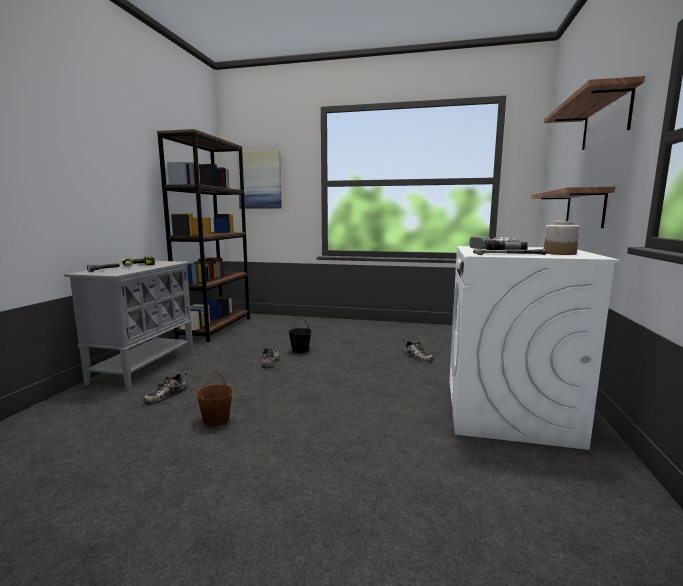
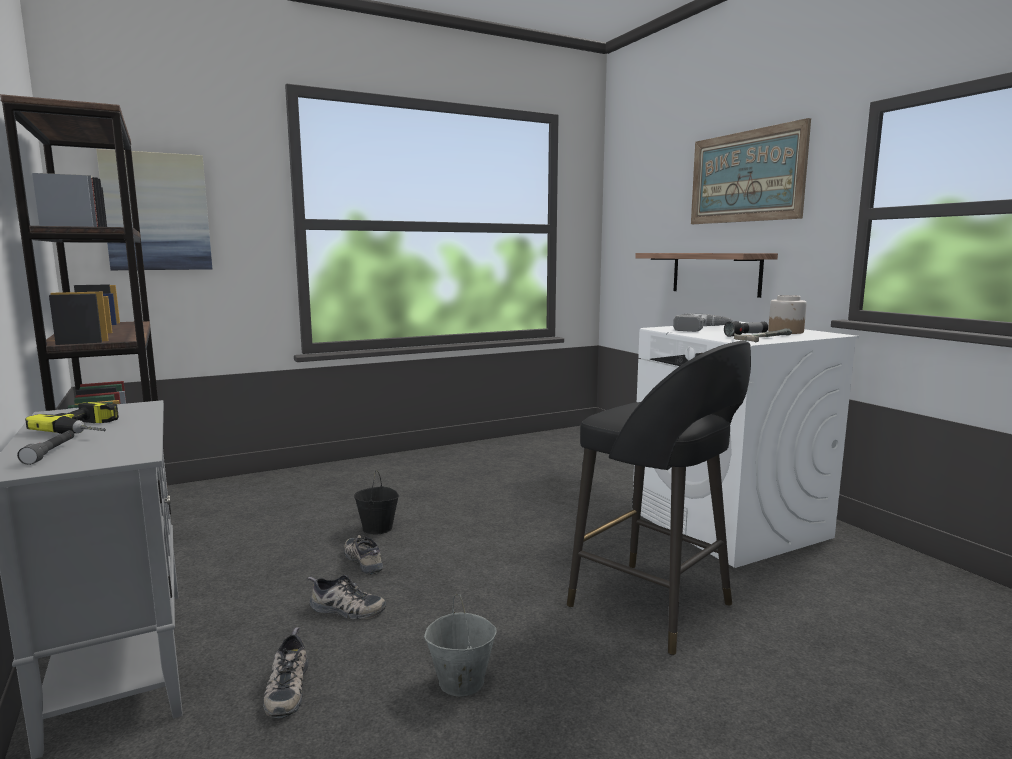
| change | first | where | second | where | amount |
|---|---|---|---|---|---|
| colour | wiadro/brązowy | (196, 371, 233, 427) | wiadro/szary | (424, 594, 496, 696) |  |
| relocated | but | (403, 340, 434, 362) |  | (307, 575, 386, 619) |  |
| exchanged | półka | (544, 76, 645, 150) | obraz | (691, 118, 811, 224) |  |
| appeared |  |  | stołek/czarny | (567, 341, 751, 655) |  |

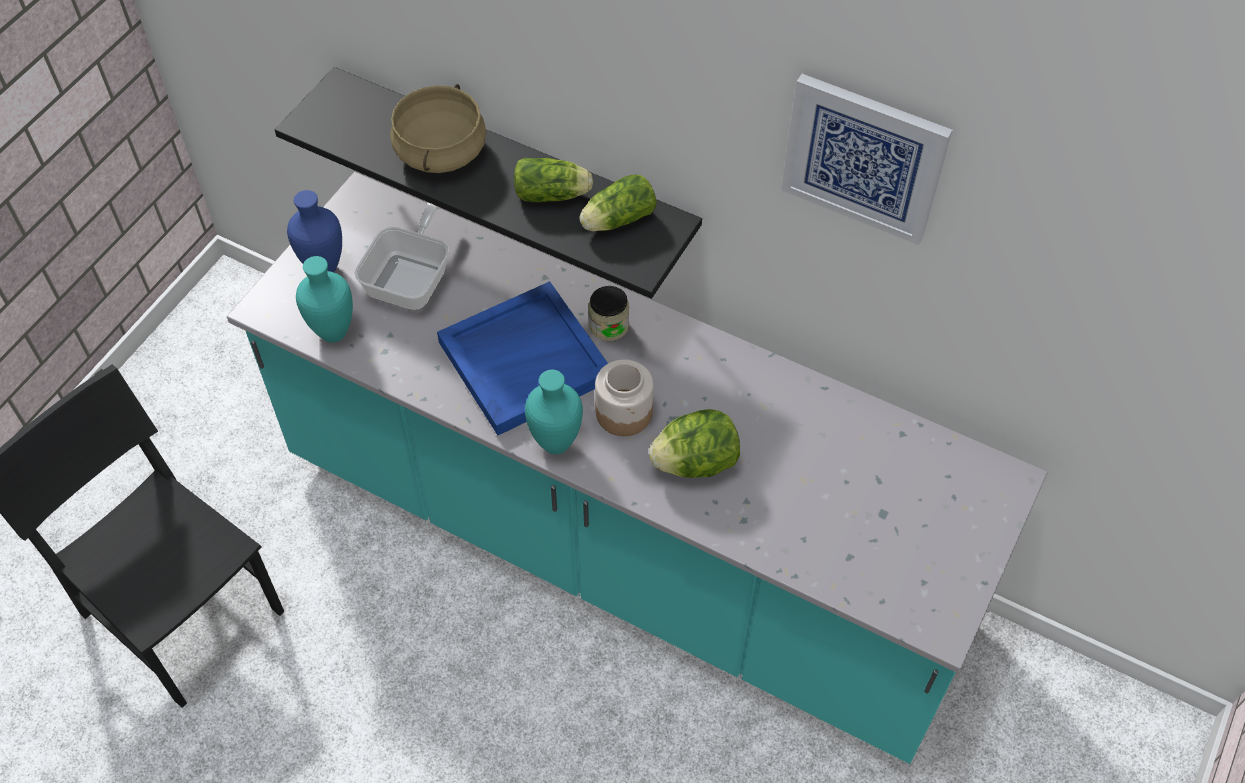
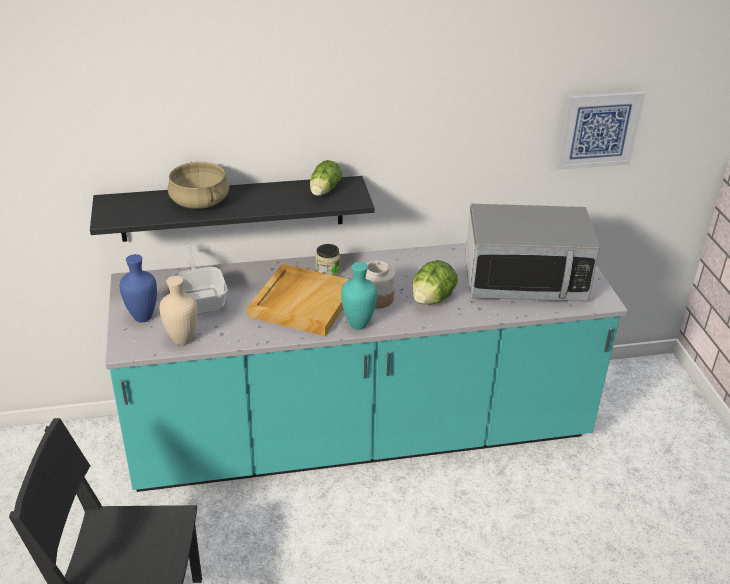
| change | first | where | second | where | amount |
|---|---|---|---|---|---|
| colour | wazon/turkusowy | (296, 256, 353, 343) | wazon/beżowy | (159, 276, 198, 345) |  |
| colour | taca/niebieski | (437, 281, 608, 435) | taca/beżowy | (247, 264, 350, 336) |  |
| missing | sałata | (514, 158, 593, 202) |  |  |  |
| relocated | obraz | (781, 74, 953, 245) |  | (556, 91, 645, 170) |  |
| appeared |  |  | mikrofalówka | (465, 204, 600, 302) |  |

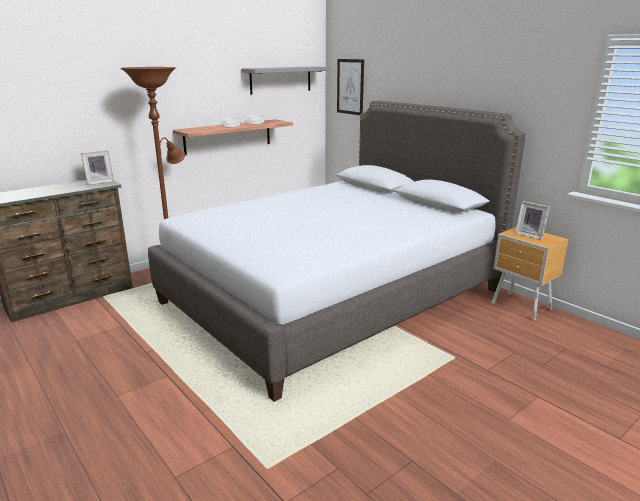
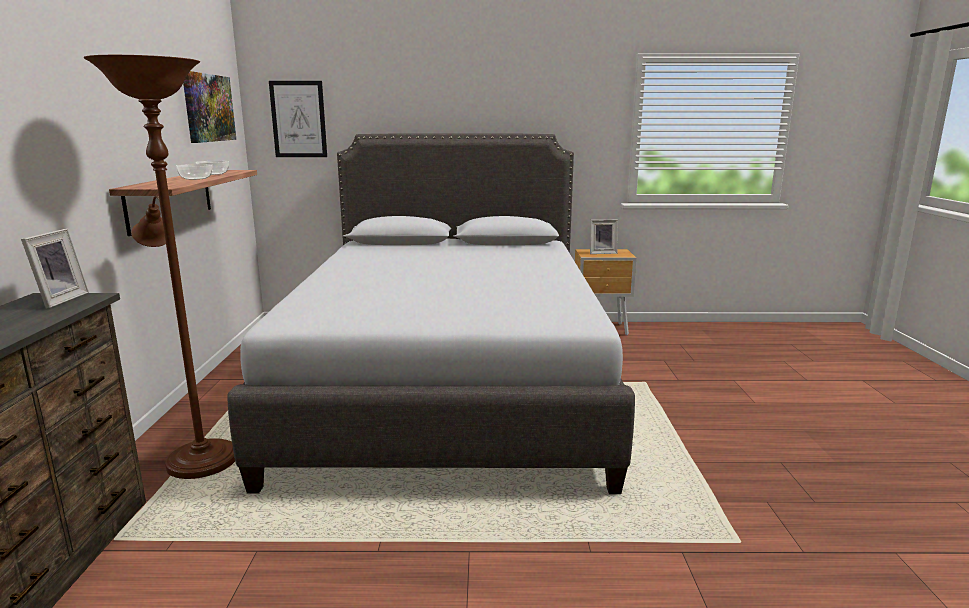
| change | first | where | second | where | amount |
|---|---|---|---|---|---|
| exchanged | półka/szary | (241, 66, 331, 94) | obraz | (183, 71, 237, 143) |  |

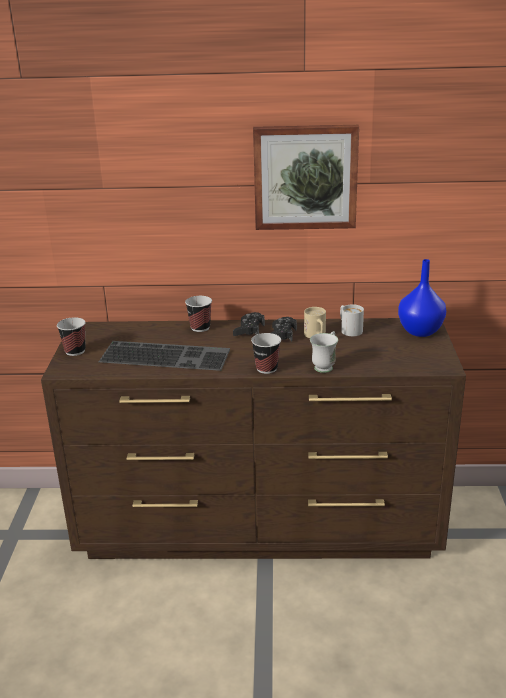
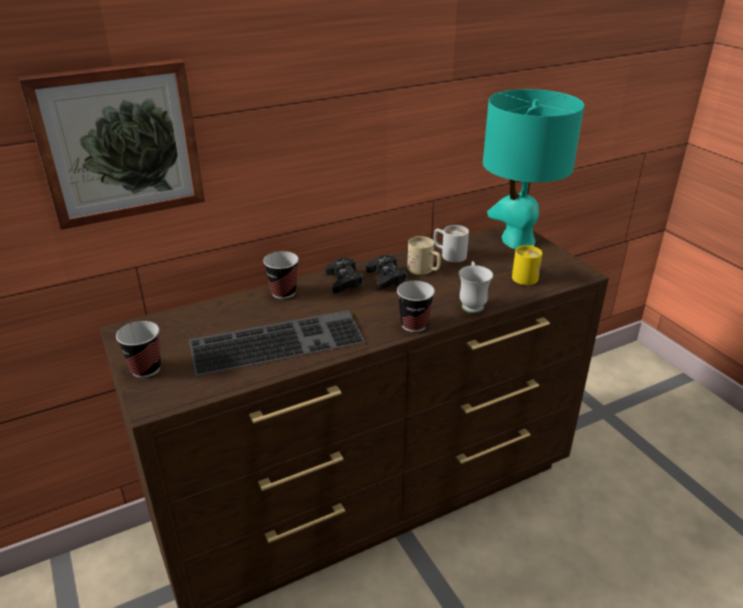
| change | first | where | second | where | amount |
|---|---|---|---|---|---|
| relocated | obraz | (253, 125, 359, 230) |  | (18, 59, 205, 230) |  |
| exchanged | wazon/niebieski | (398, 259, 446, 337) | lampa stołowa/turkusowy | (483, 89, 584, 249) |  |
| appeared |  |  | kubek/żółty | (512, 245, 542, 285) |  |

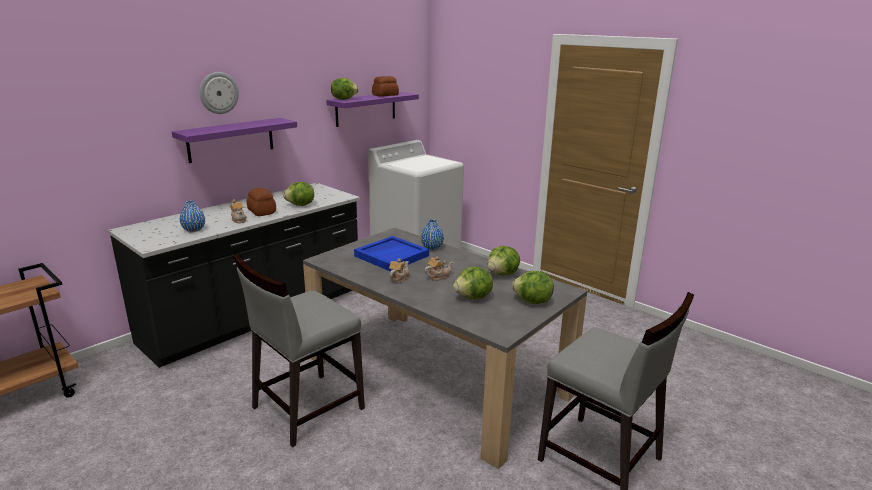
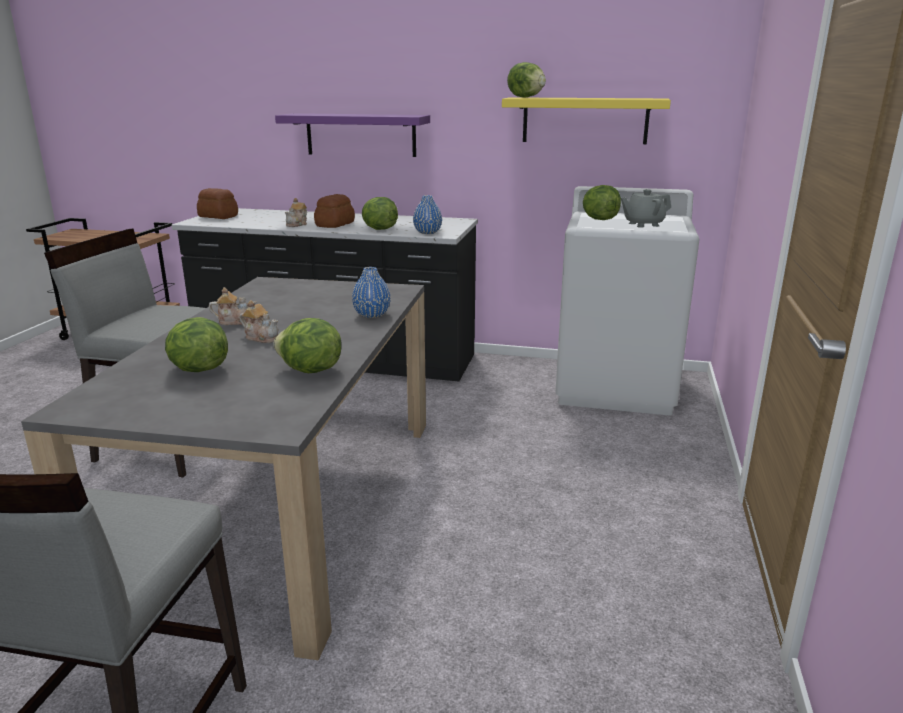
| change | first | where | second | where | amount |
|---|---|---|---|---|---|
| relocated | wazon/niebieski | (180, 200, 205, 232) |  | (413, 195, 442, 234) |  |
| missing | zegar ścienny | (199, 72, 239, 114) |  |  |  |
| colour | półka/fioletowy | (326, 92, 419, 127) | półka/żółty | (502, 97, 671, 144) |  |
| missing | taca/niebieski | (354, 236, 429, 271) |  |  |  |
| relocated | chleb | (372, 76, 399, 97) |  | (197, 188, 238, 219) |  |
| relocated | sałata | (512, 271, 554, 304) |  | (583, 185, 621, 220) |  |
| appeared |  |  | imbryk/szary | (621, 189, 671, 228) |  |

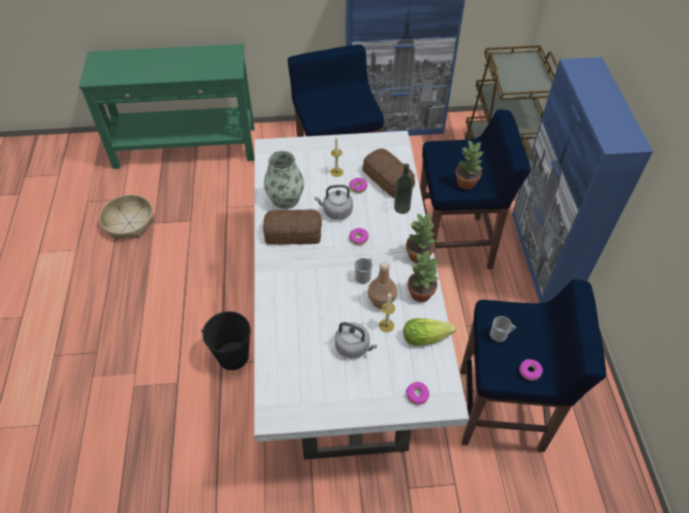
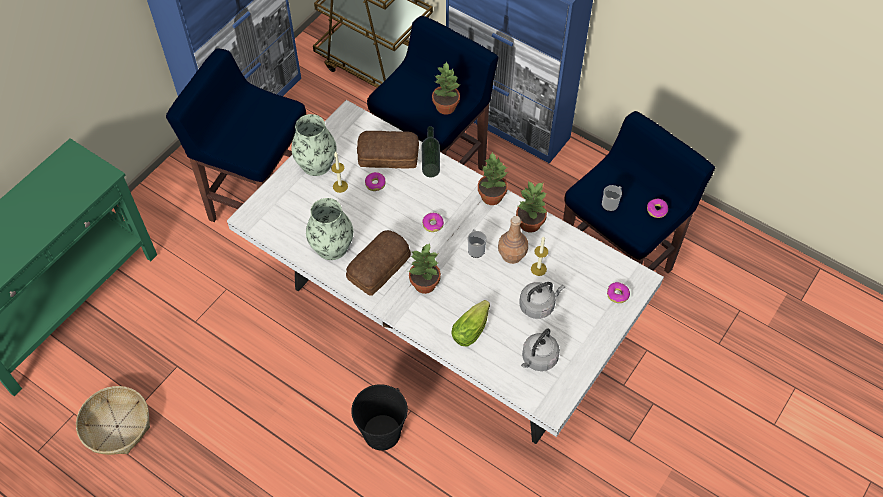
| change | first | where | second | where | amount |
|---|---|---|---|---|---|
| relocated | czajnik/szary | (314, 185, 353, 220) |  | (521, 329, 560, 371) |  |
| relocated | sałata | (403, 318, 456, 346) |  | (451, 300, 490, 347) |  |
| appeared |  |  | wazon | (291, 114, 336, 176) |  |
| appeared |  |  | roślina doniczkowa | (408, 243, 441, 294) |  |

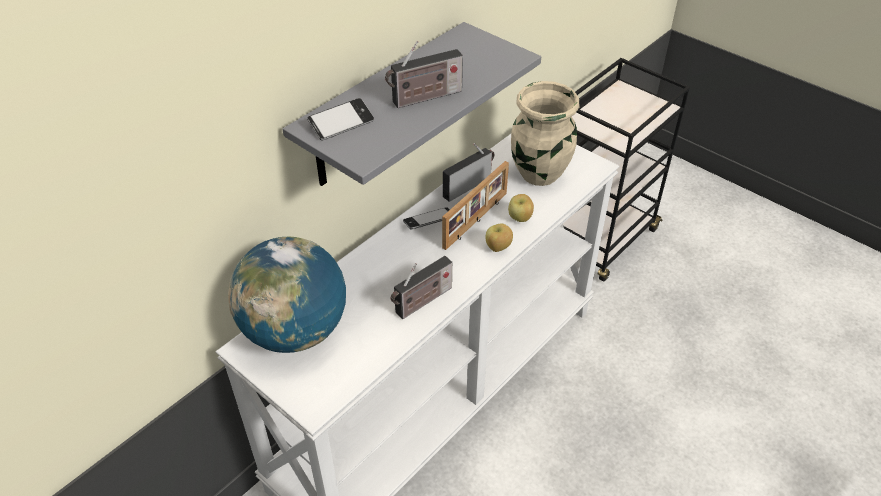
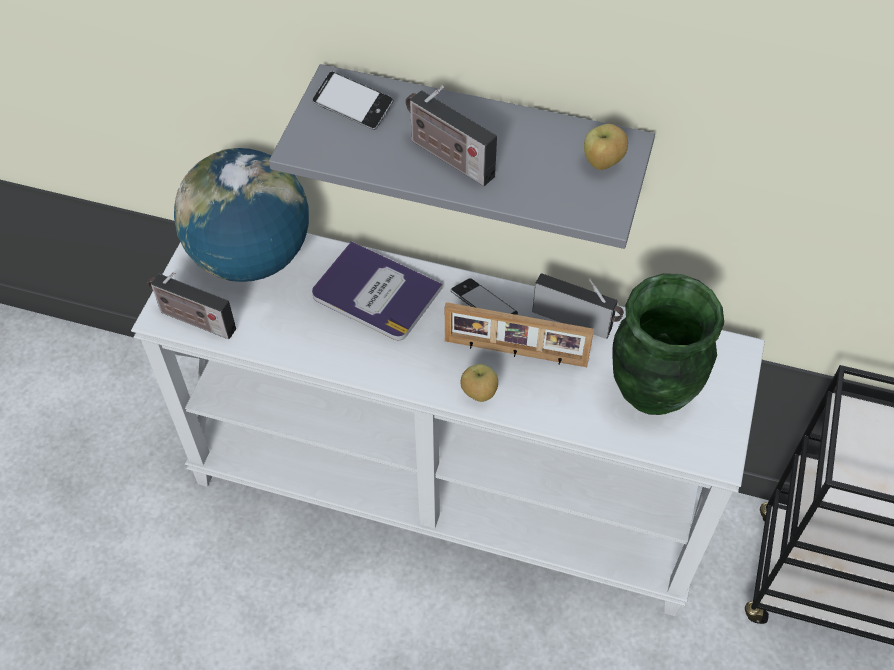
| change | first | where | second | where | amount |
|---|---|---|---|---|---|
| relocated | radio | (390, 256, 452, 319) |  | (147, 271, 236, 339) |  |
| relocated | jabłko | (508, 194, 534, 222) |  | (584, 124, 628, 170) |  |
| colour | wazon/beżowy | (511, 81, 579, 186) | wazon/zielony | (612, 273, 724, 415) |  |
| appeared |  |  | książka | (312, 241, 443, 340) |  |

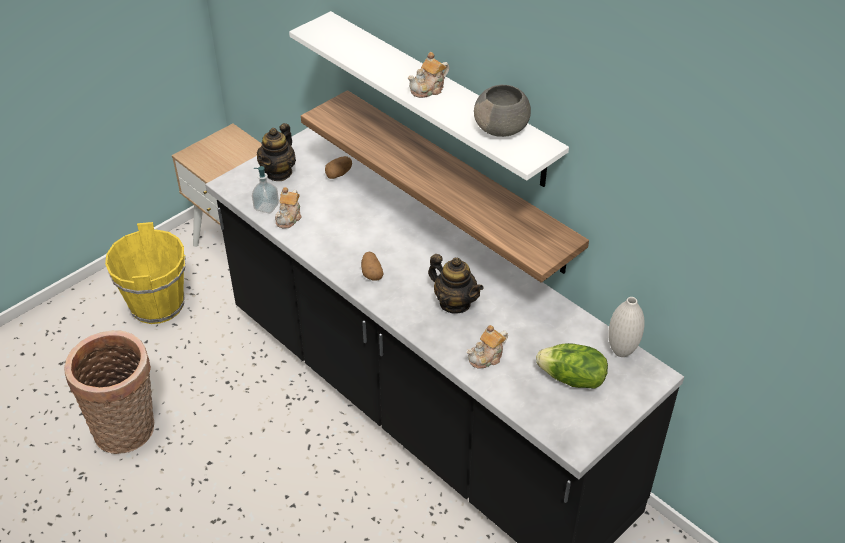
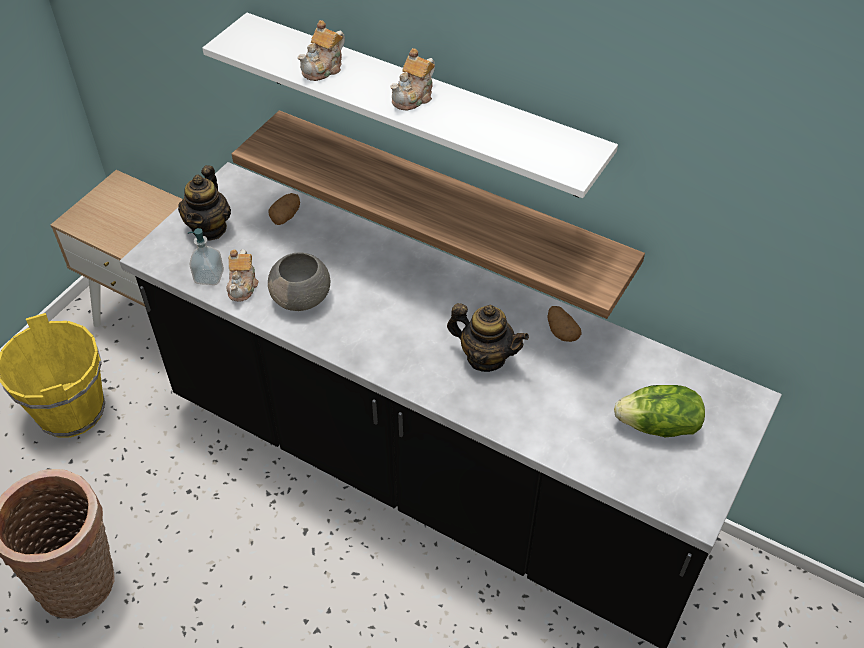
| change | first | where | second | where | amount |
|---|---|---|---|---|---|
| relocated | ziemniak | (361, 252, 383, 281) |  | (547, 306, 582, 342) |  |
| relocated | imbryk | (467, 325, 508, 369) |  | (298, 20, 345, 81) |  |
| relocated | miska/szary | (474, 85, 531, 137) |  | (268, 252, 330, 311) |  |
| missing | wazon/biały | (608, 297, 645, 357) |  |  |  |

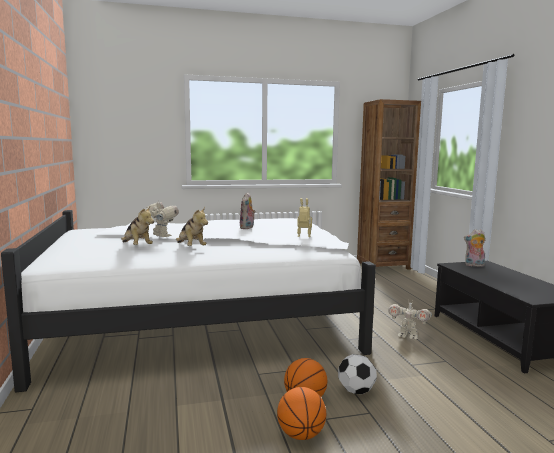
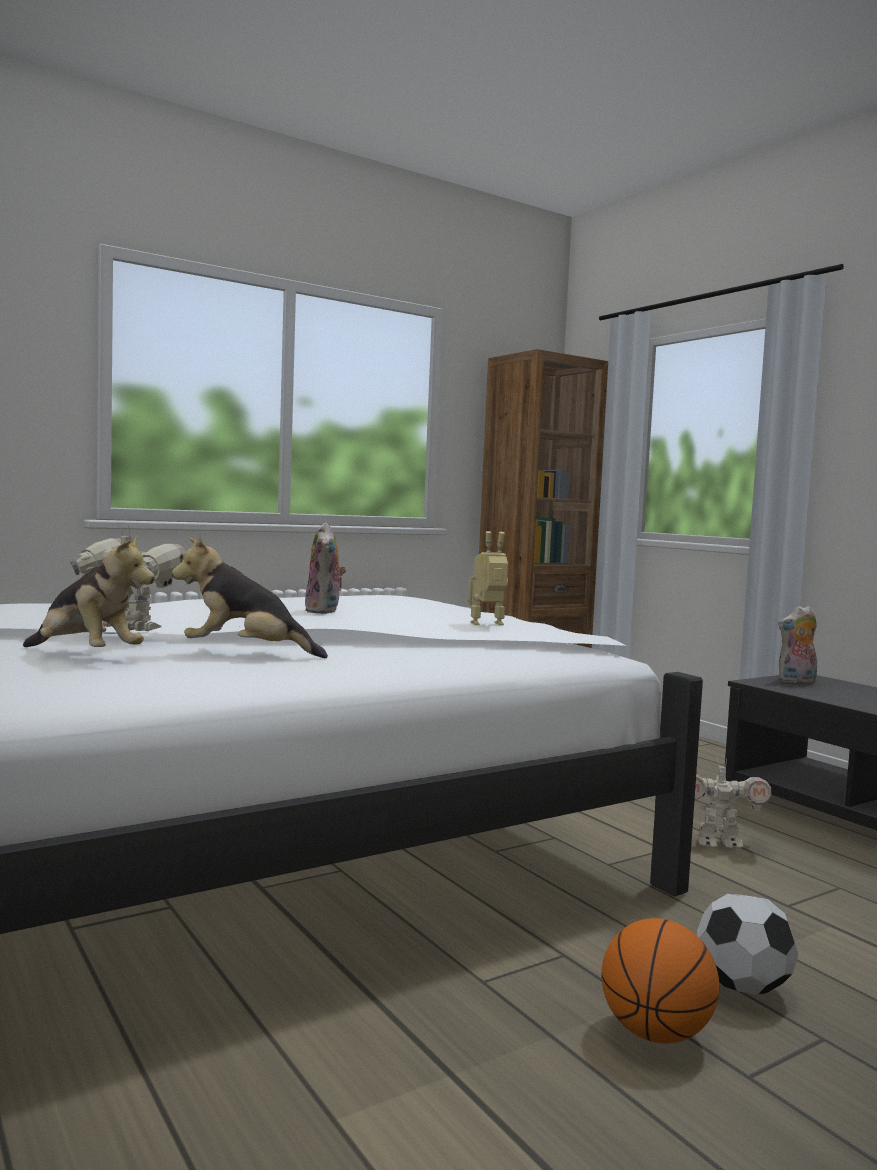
| change | first | where | second | where | amount |
|---|---|---|---|---|---|
| spun | pluszak | (176, 207, 208, 246) |  | (172, 536, 328, 658) | 150 degrees clockwise |
| missing | piłka do koszykówki | (277, 387, 326, 440) |  |  |  |

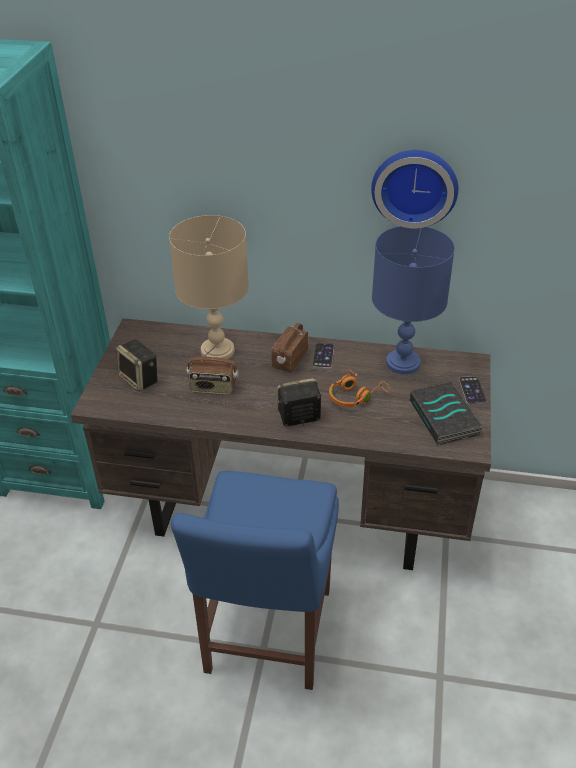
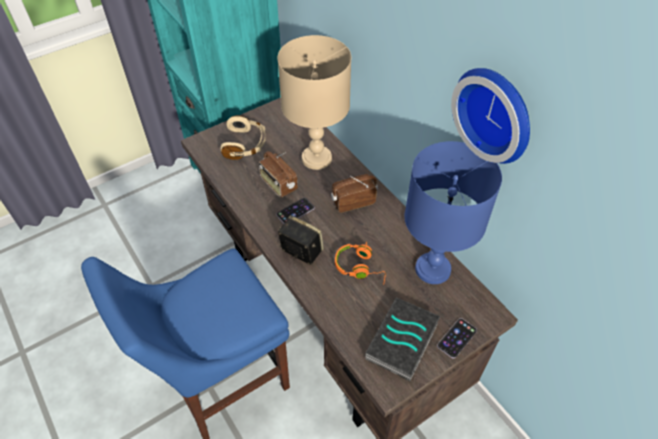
| change | first | where | second | where | amount |
|---|---|---|---|---|---|
| exchanged | głośnik | (116, 339, 157, 392) | słuchawki/beżowy | (220, 115, 265, 160) |  |
| relocated | telefon | (313, 343, 334, 369) |  | (276, 198, 314, 224) |  |

